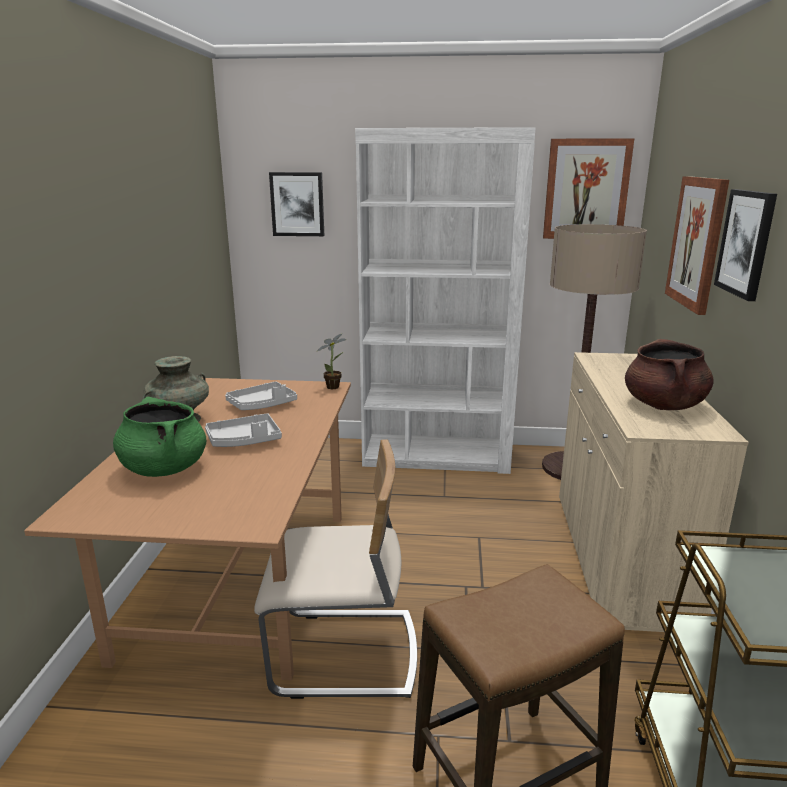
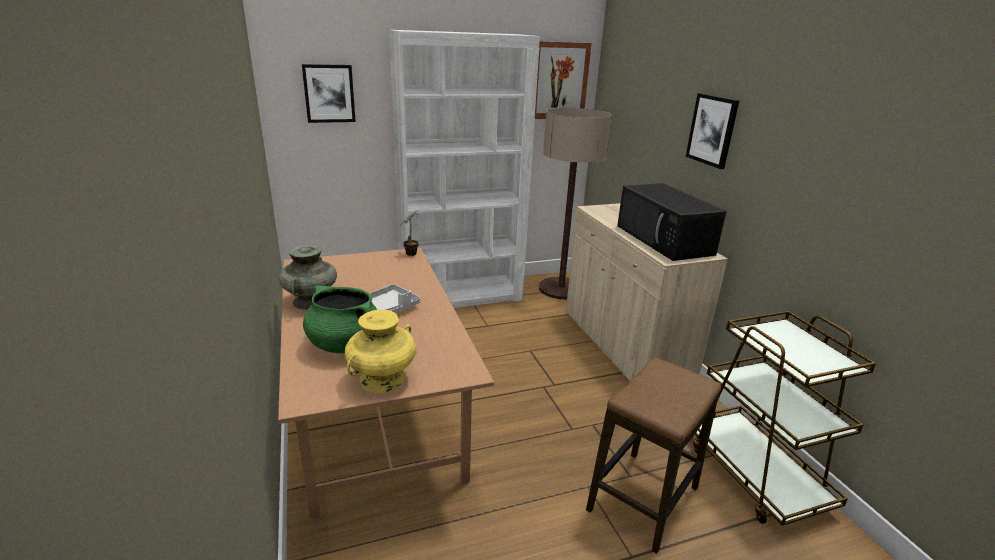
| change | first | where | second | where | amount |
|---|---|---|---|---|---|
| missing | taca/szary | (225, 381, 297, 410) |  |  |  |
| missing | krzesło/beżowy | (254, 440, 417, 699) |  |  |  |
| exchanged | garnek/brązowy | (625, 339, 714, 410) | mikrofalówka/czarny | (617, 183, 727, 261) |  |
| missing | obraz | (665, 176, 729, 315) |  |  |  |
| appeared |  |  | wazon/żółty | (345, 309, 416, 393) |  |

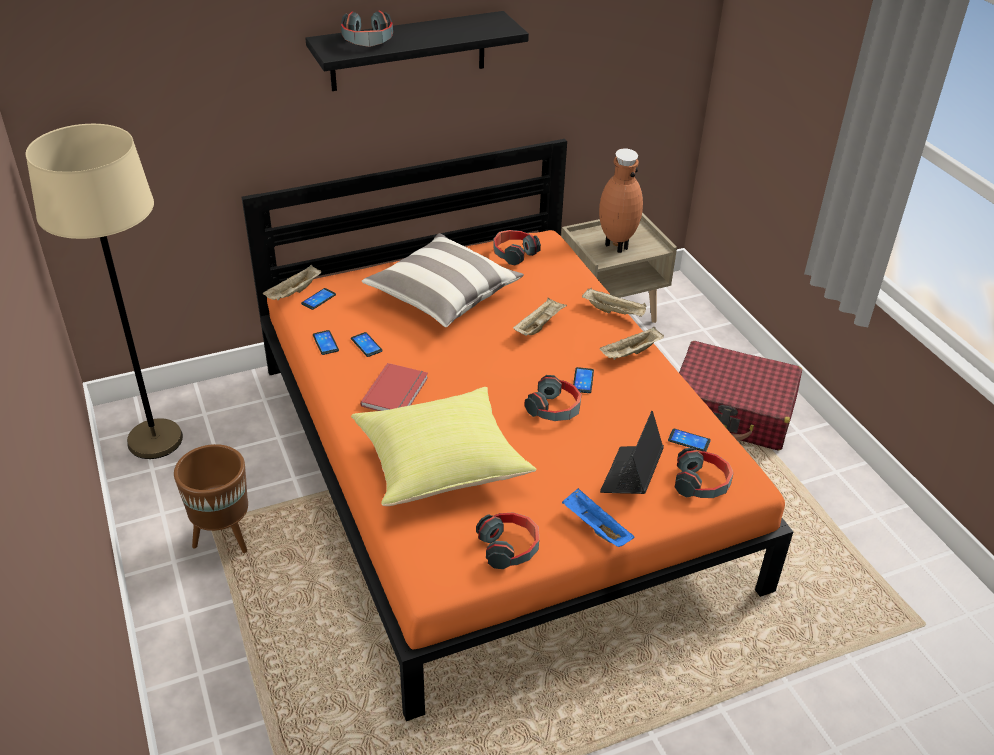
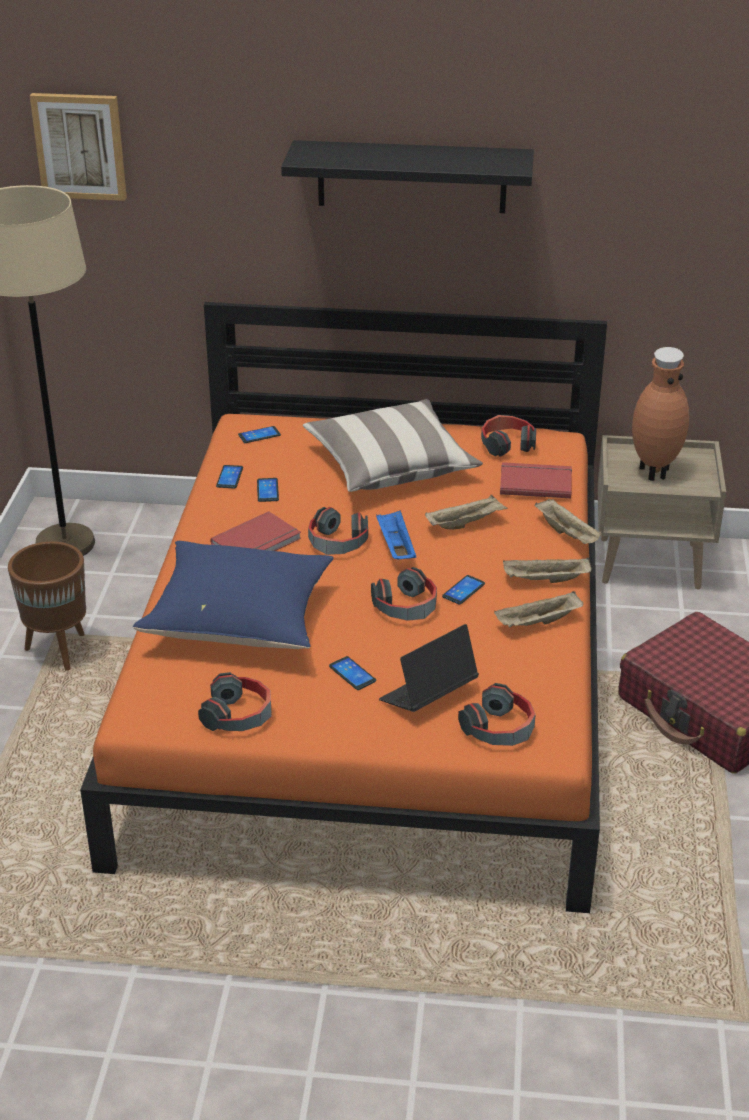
| change | first | where | second | where | amount |
|---|---|---|---|---|---|
| relocated | taca/beżowy | (263, 265, 321, 301) |  | (494, 591, 583, 628) |  |
| relocated | słuchawki | (341, 11, 393, 47) |  | (308, 507, 368, 555) |  |
| colour | poduszka/żółty | (351, 387, 536, 506) | poduszka/niebieski | (133, 541, 334, 649) |  |
| relocated | taca/niebieski | (562, 488, 634, 547) |  | (376, 511, 416, 559) |  |
| relocated | telefon | (668, 429, 711, 452) |  | (329, 656, 376, 690) |  |
| appeared |  |  | obraz | (30, 93, 127, 201) |  |
| appeared |  |  | książka/czerwony | (500, 462, 572, 498) |  |

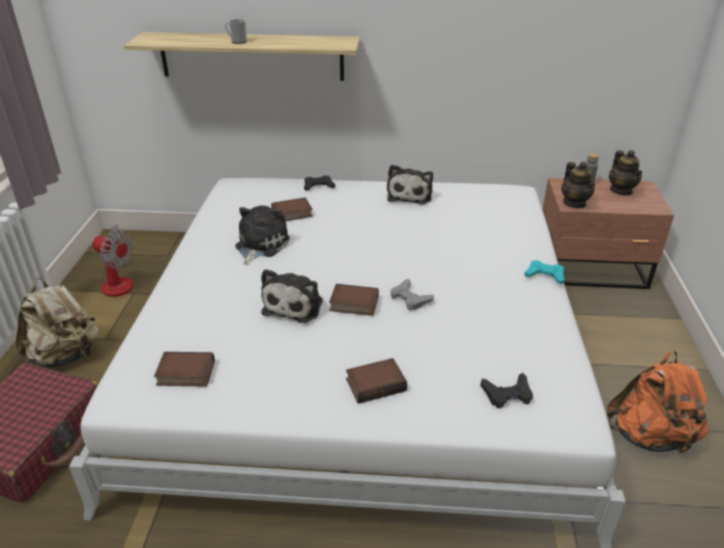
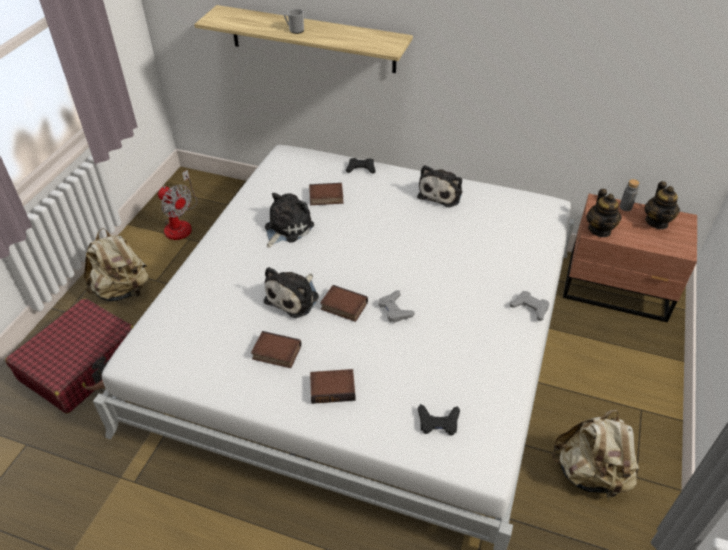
| change | first | where | second | where | amount |
|---|---|---|---|---|---|
| relocated | książka | (154, 352, 215, 387) |  | (251, 331, 301, 368) |  |
| colour | pad do gier/turkusowy | (524, 260, 565, 284) | pad do gier/szary | (510, 291, 549, 321) |  |
| colour | plecak/pomarańczowy | (607, 350, 708, 455) | plecak/beżowy | (552, 409, 639, 500) |  |

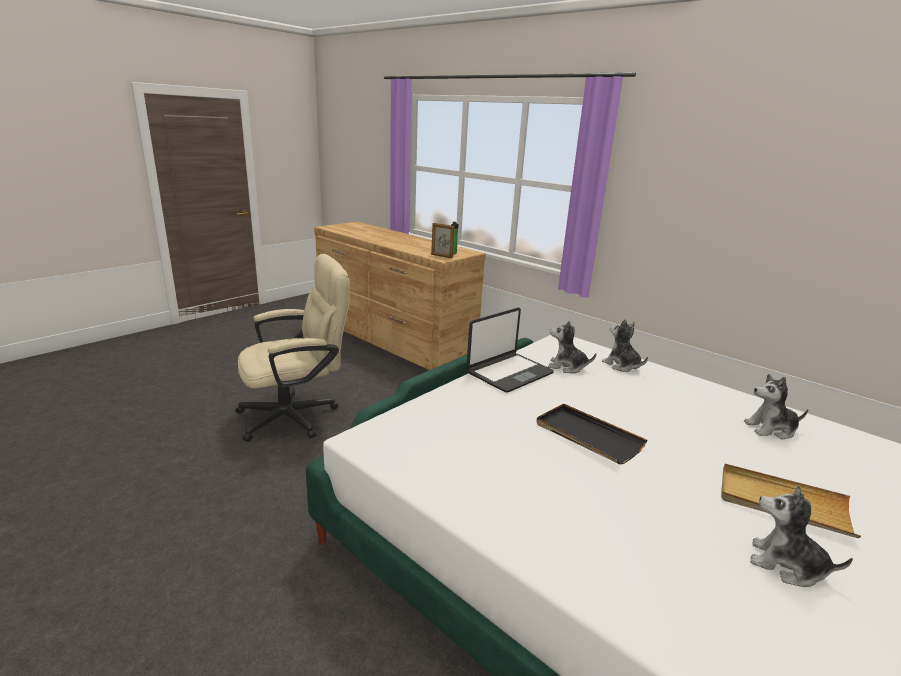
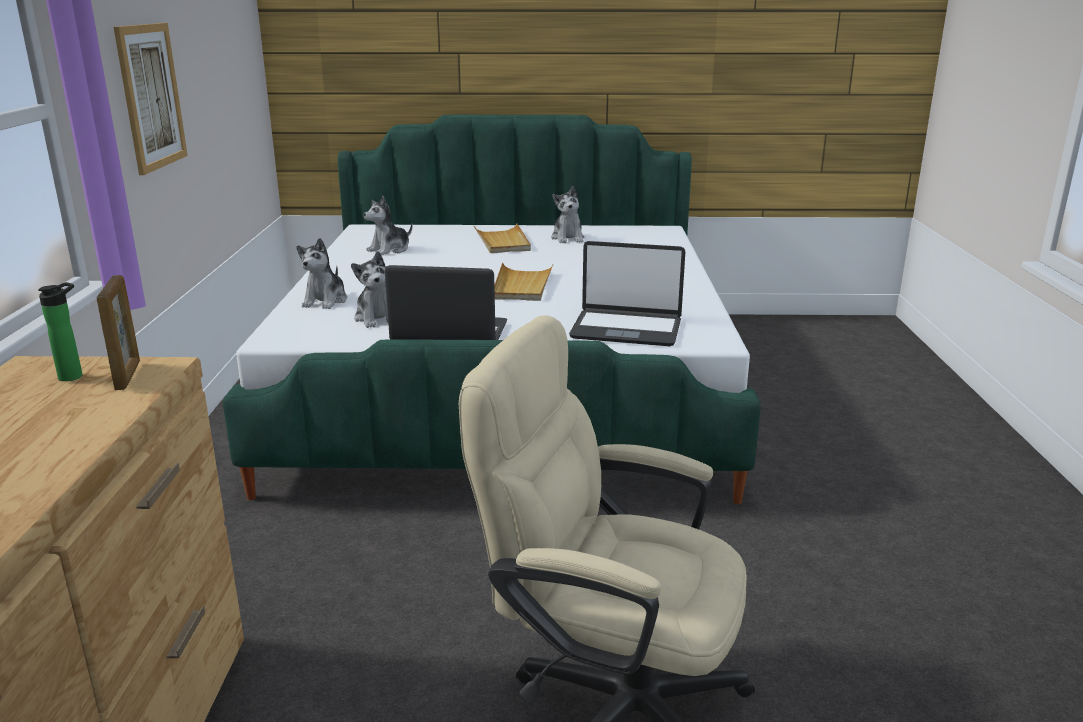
| change | first | where | second | where | amount |
|---|---|---|---|---|---|
| colour | taca/czarny | (536, 404, 647, 464) | taca/beżowy | (494, 262, 553, 301) |  |
| spun | pluszak | (744, 374, 808, 439) |  | (364, 196, 413, 255) | 90 degrees clockwise |
| appeared |  |  | obraz | (114, 23, 188, 175) |  |
| appeared |  |  | laptop | (569, 241, 685, 346) |  |

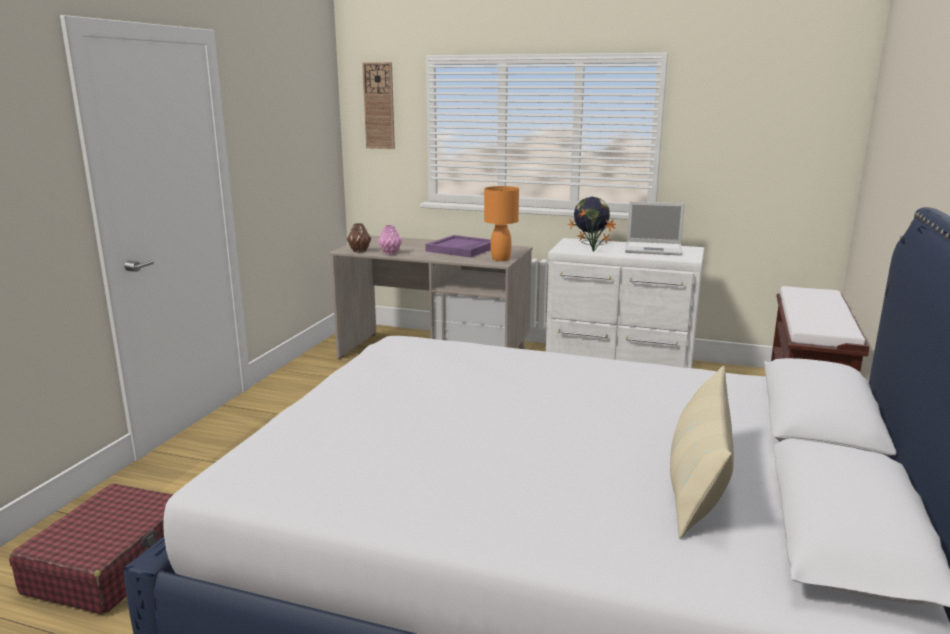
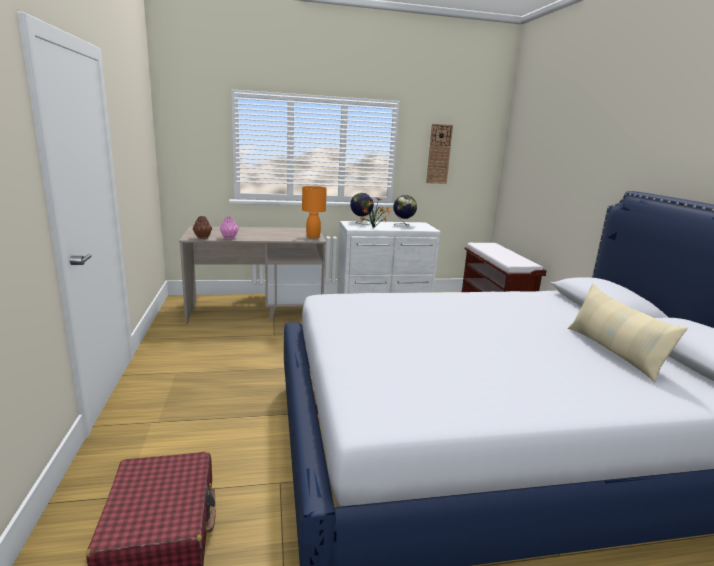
| change | first | where | second | where | amount |
|---|---|---|---|---|---|
| relocated | zegar ścienny | (362, 62, 395, 149) |  | (426, 124, 453, 184) |  |
| missing | taca/fioletowy | (425, 235, 491, 258) |  |  |  |
| exchanged | laptop | (625, 201, 685, 256) | globus | (393, 195, 417, 225) |  |

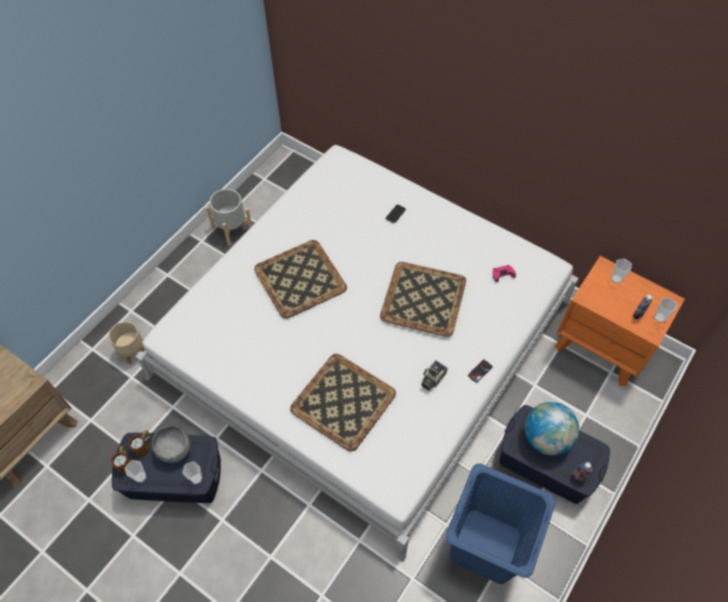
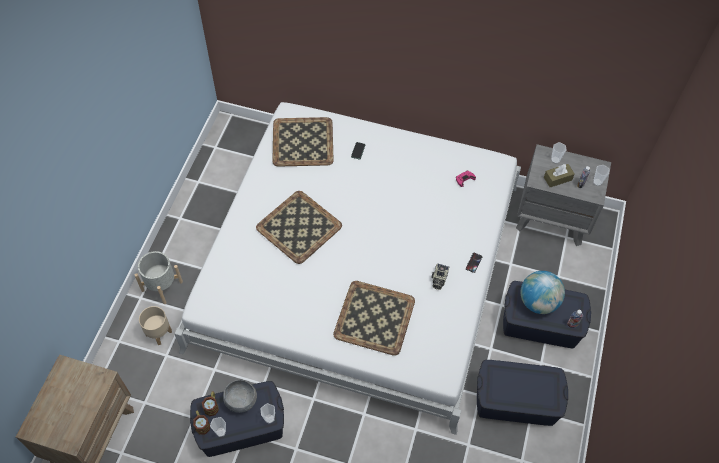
| change | first | where | second | where | amount |
|---|---|---|---|---|---|
| relocated | donica/szary | (206, 189, 252, 245) |  | (135, 251, 183, 304) |  |
| relocated | taca | (380, 262, 466, 337) |  | (272, 117, 334, 167) |  |
| exchanged | kosz na pranie/niebieski | (446, 464, 556, 584) | pojemnik do przechowywania/niebieski | (477, 360, 568, 426) |  |
| colour | szafka nocna/pomarańczowy | (555, 256, 685, 386) | szafka nocna/szary | (516, 144, 611, 246) |  |
| appeared |  |  | pudełko chusteczek/brązowy | (544, 164, 575, 187) |  |

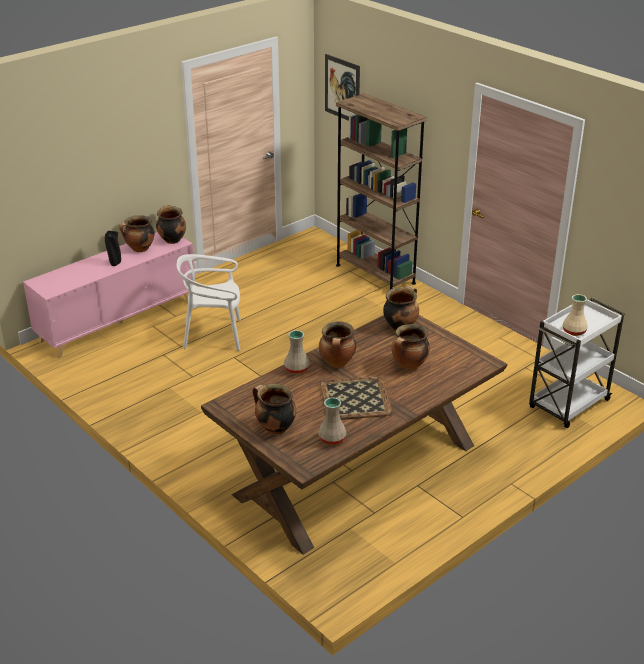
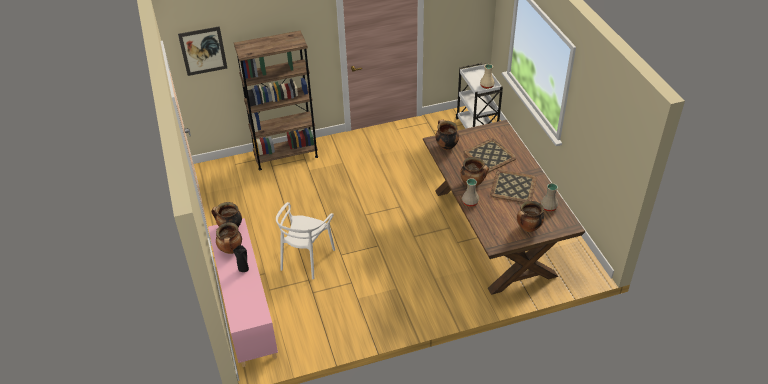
| change | first | where | second | where | amount |
|---|---|---|---|---|---|
| exchanged | garnek | (391, 324, 430, 370) | taca | (464, 138, 516, 173) |  |

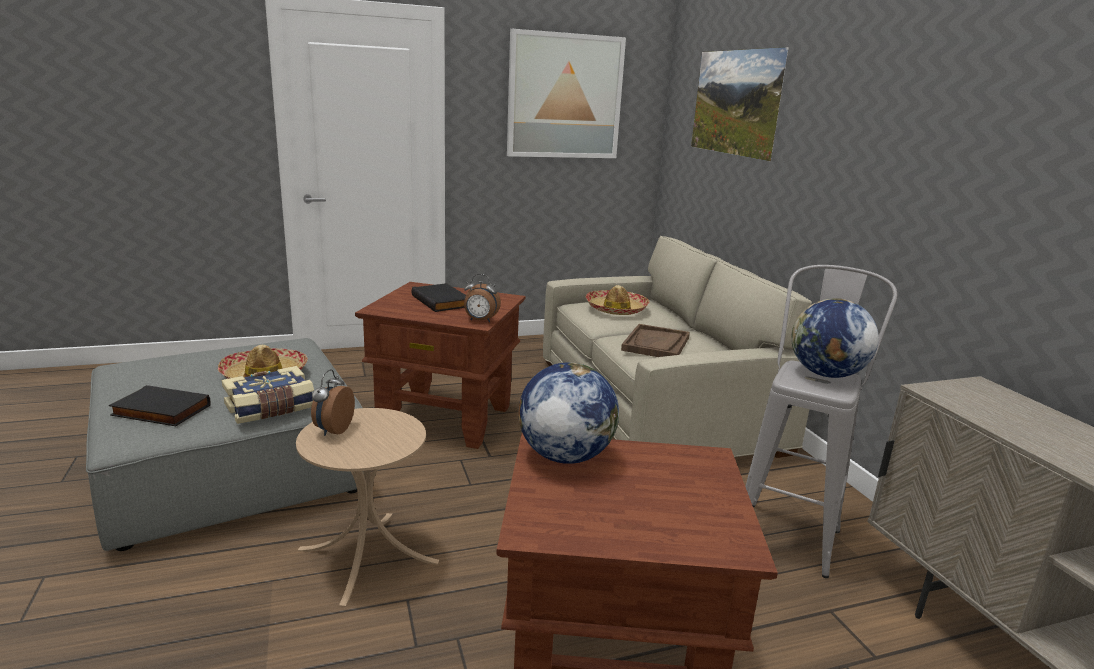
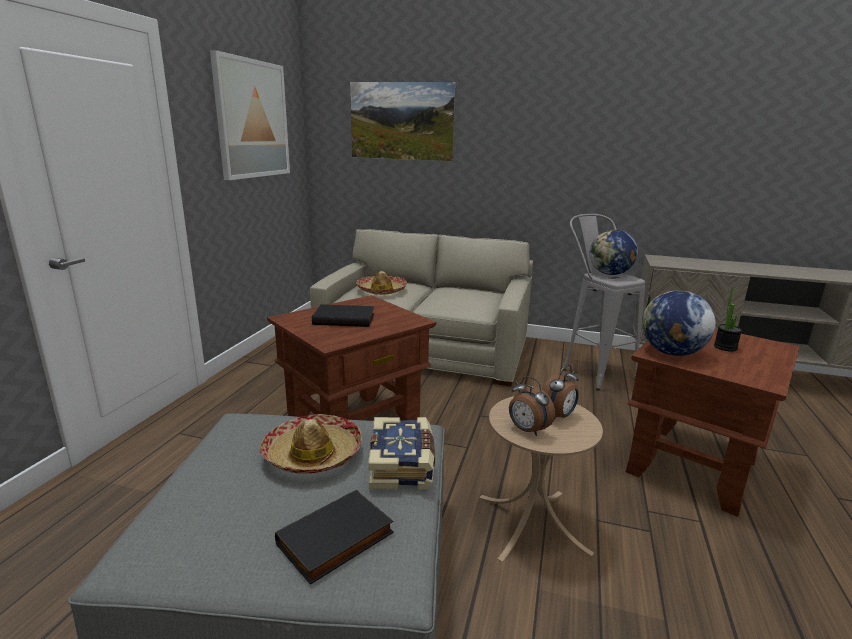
| change | first | where | second | where | amount |
|---|---|---|---|---|---|
| relocated | budzik | (464, 274, 501, 322) |  | (542, 365, 579, 420) |  |
| missing | taca/brązowy | (621, 324, 690, 357) |  |  |  |
| appeared |  |  | roślina doniczkowa | (714, 287, 742, 352) |  |

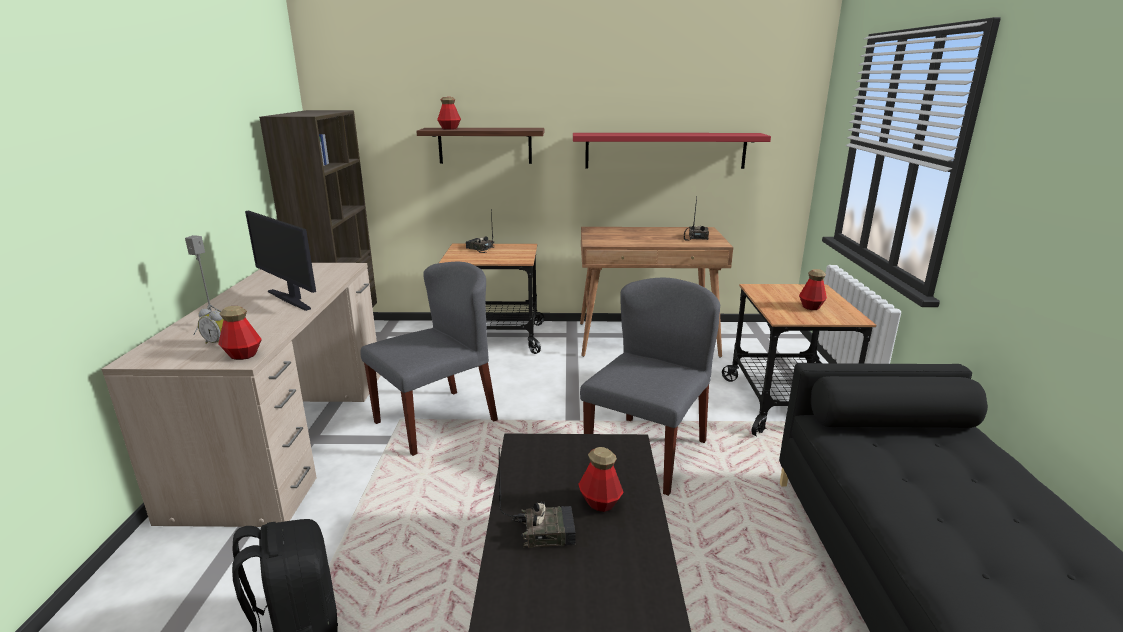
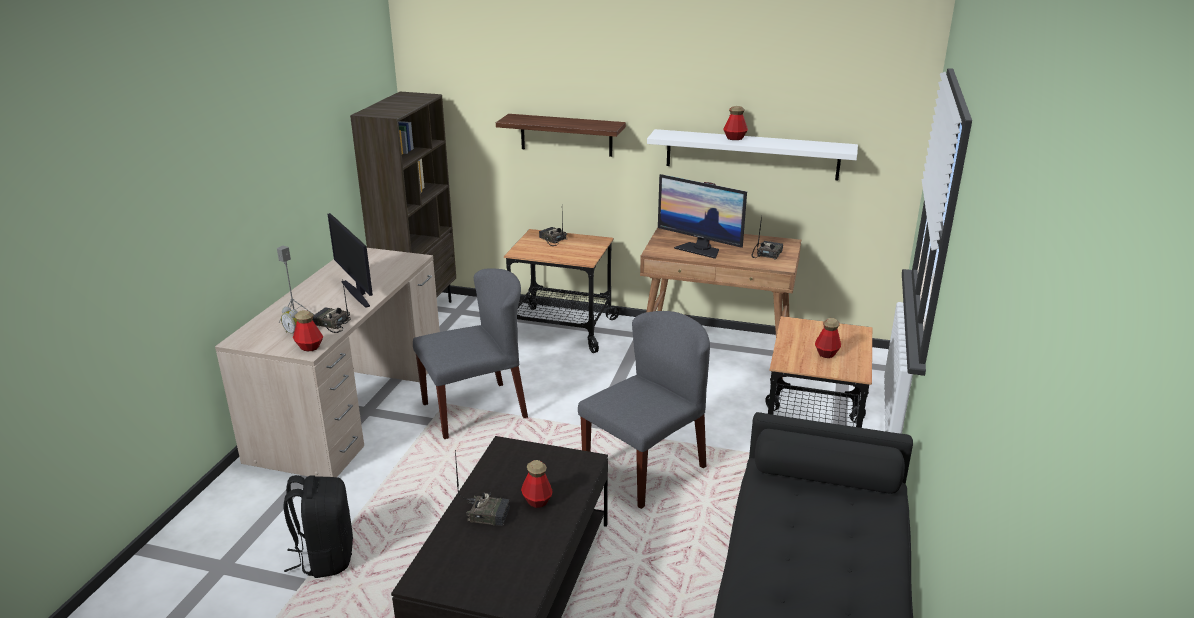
| change | first | where | second | where | amount |
|---|---|---|---|---|---|
| relocated | butelka | (437, 97, 461, 130) |  | (723, 106, 748, 140) |  |
| colour | półka/czerwony | (573, 133, 771, 169) | półka/biały | (647, 129, 858, 180) |  |
| appeared |  |  | radio | (313, 279, 351, 333) |  |
| appeared |  |  | monitor | (658, 174, 747, 259) |  |

